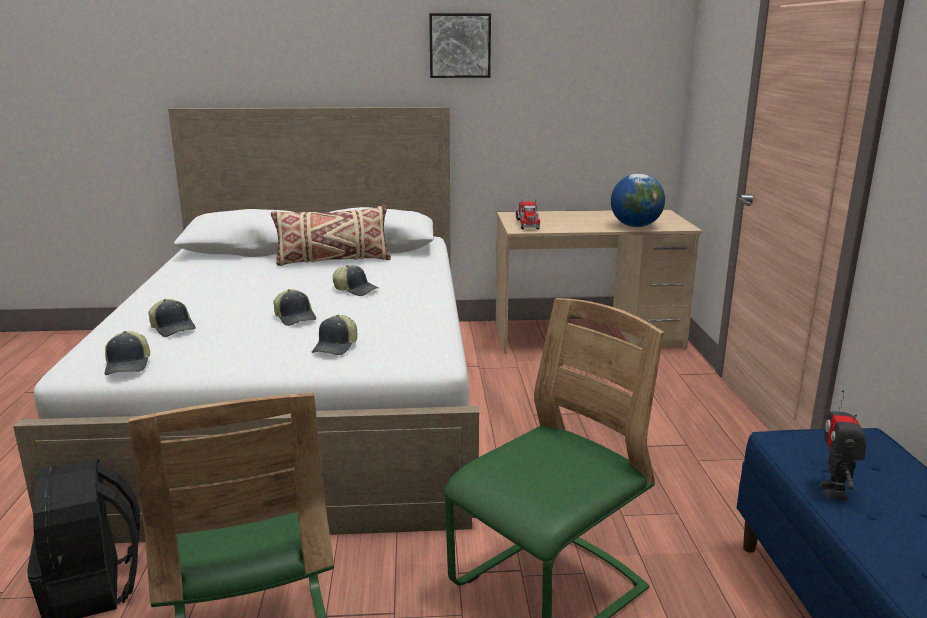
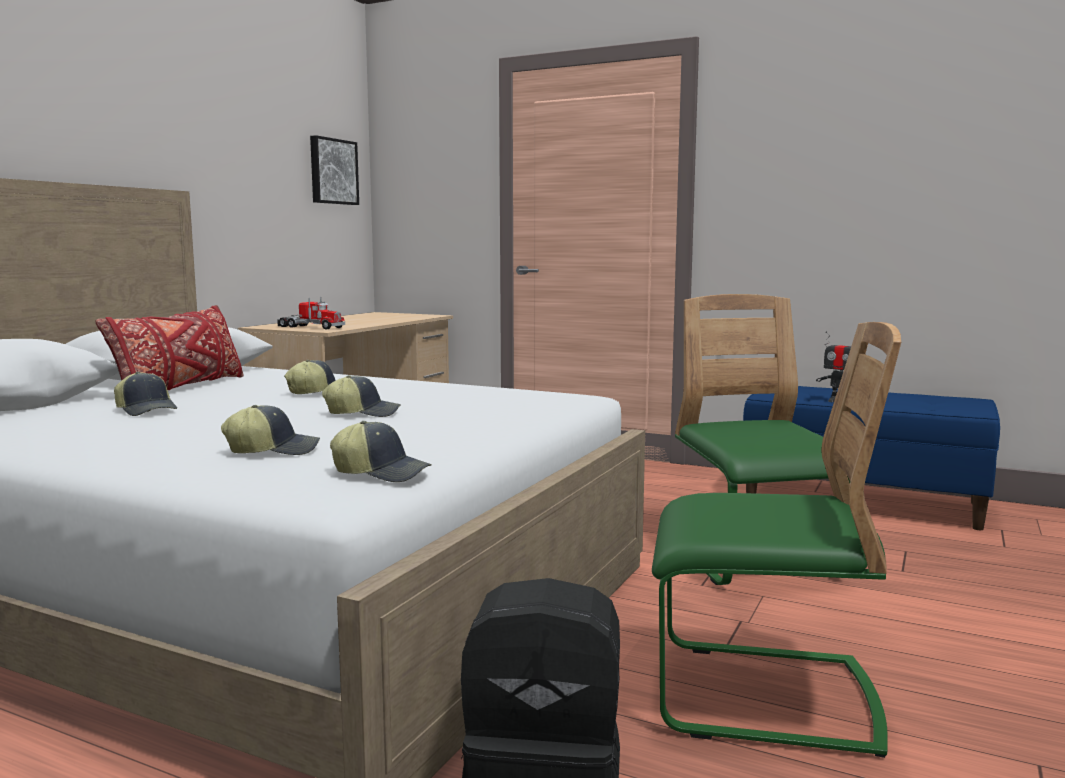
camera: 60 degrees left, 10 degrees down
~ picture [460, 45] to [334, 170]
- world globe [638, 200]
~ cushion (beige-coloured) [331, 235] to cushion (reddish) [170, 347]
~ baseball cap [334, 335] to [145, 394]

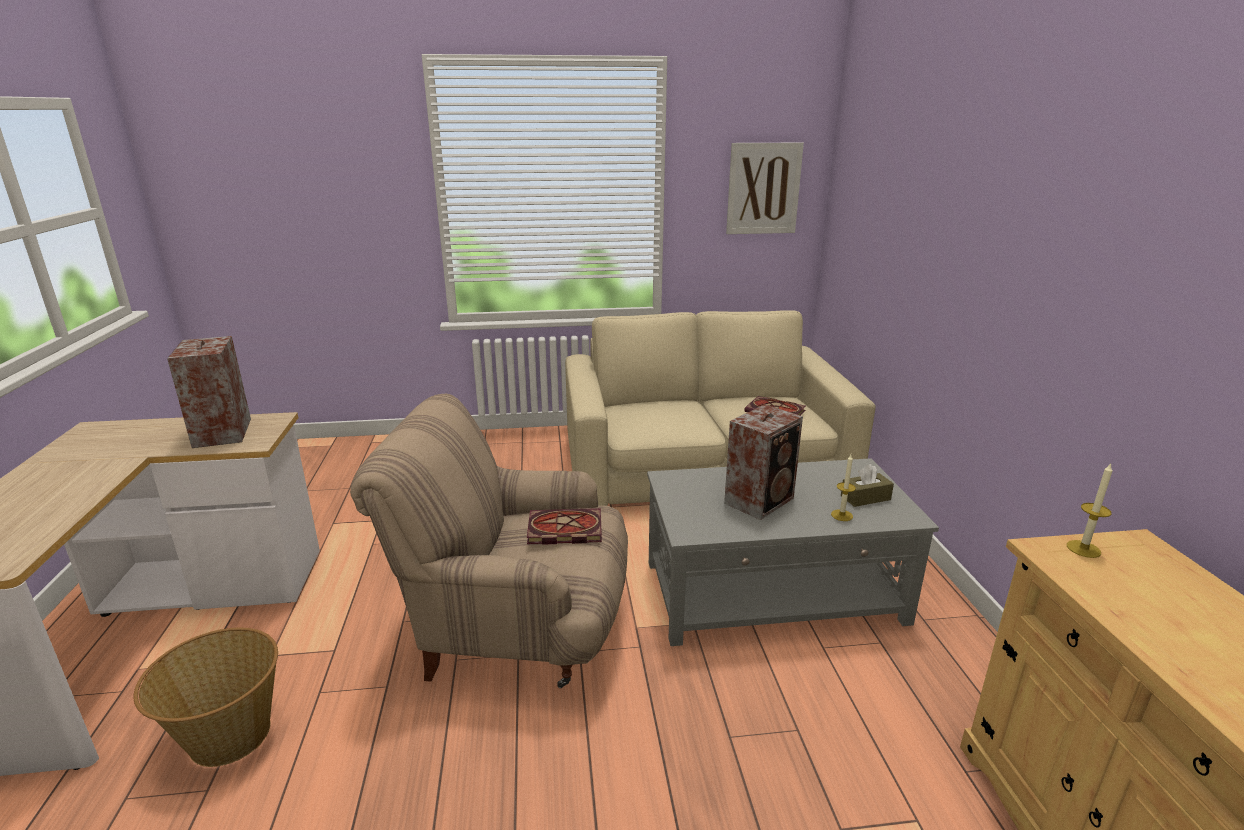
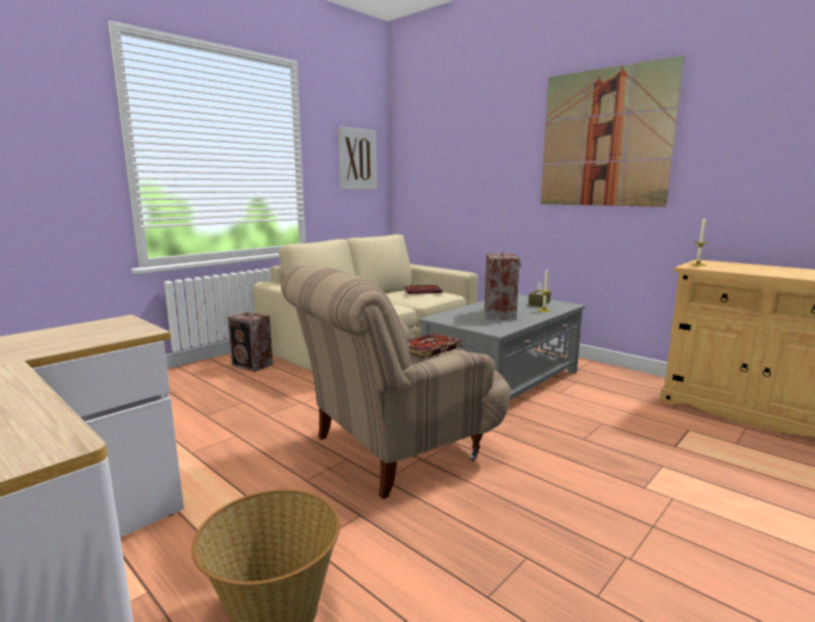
camera: 40 degrees left, 10 degrees down
~ audio speaker [209, 392] to [250, 342]
+ picture [612, 131]

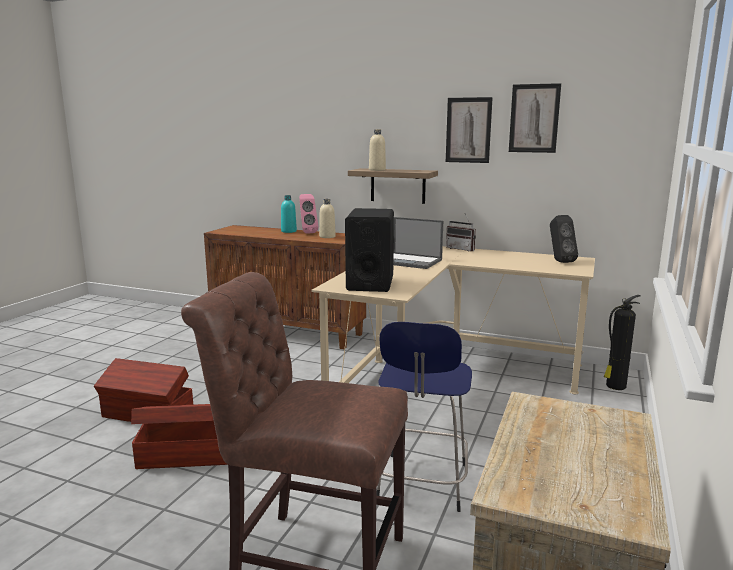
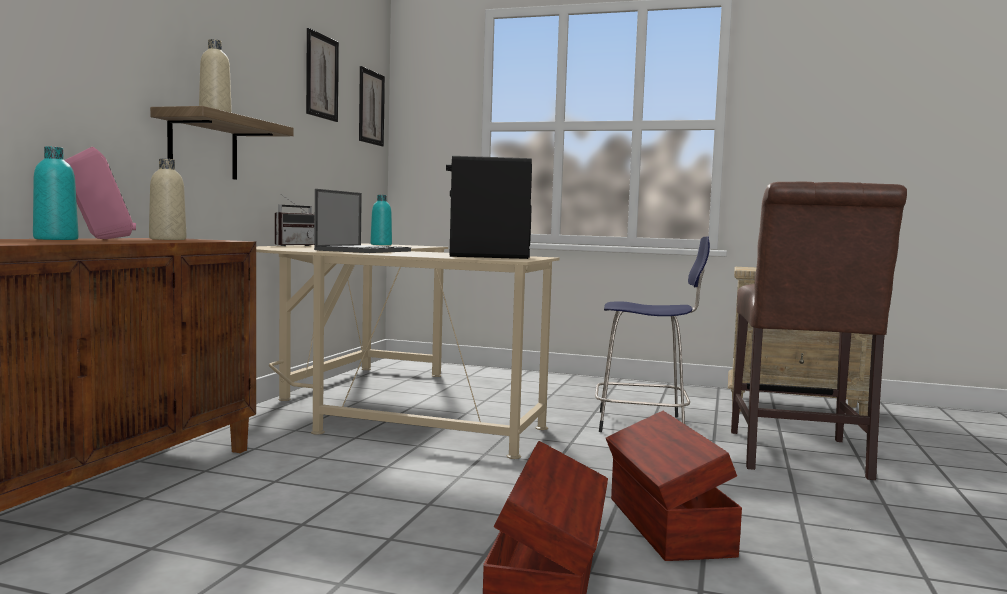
camera: 95 degrees left, 10 degrees down
~ picture [469, 130] to [372, 106]
~ audio speaker (black-coloured) [564, 239] to bottle (turquoise-coloured) [381, 220]
- fire extinguisher [622, 342]

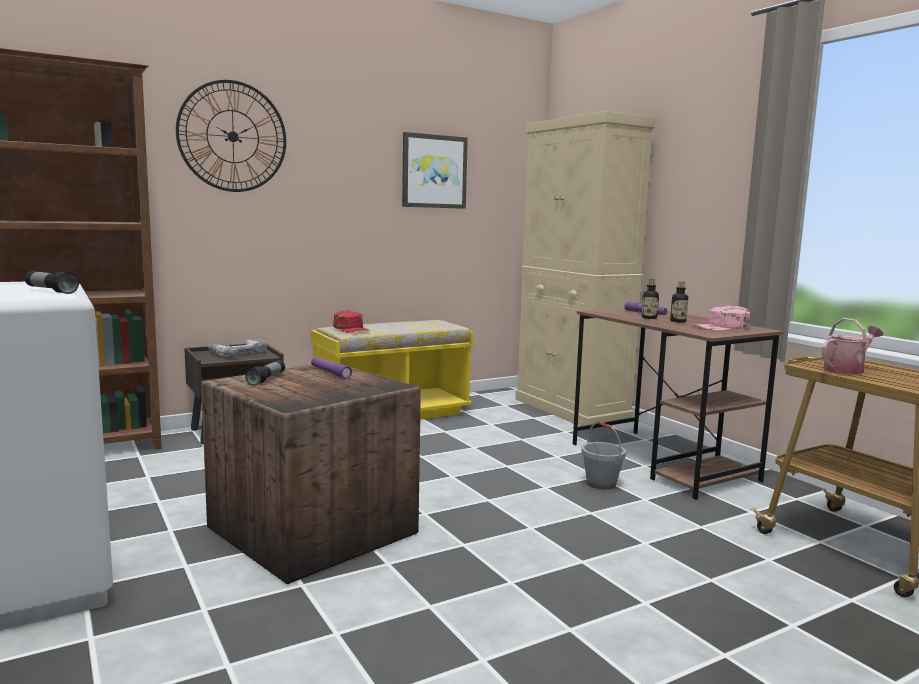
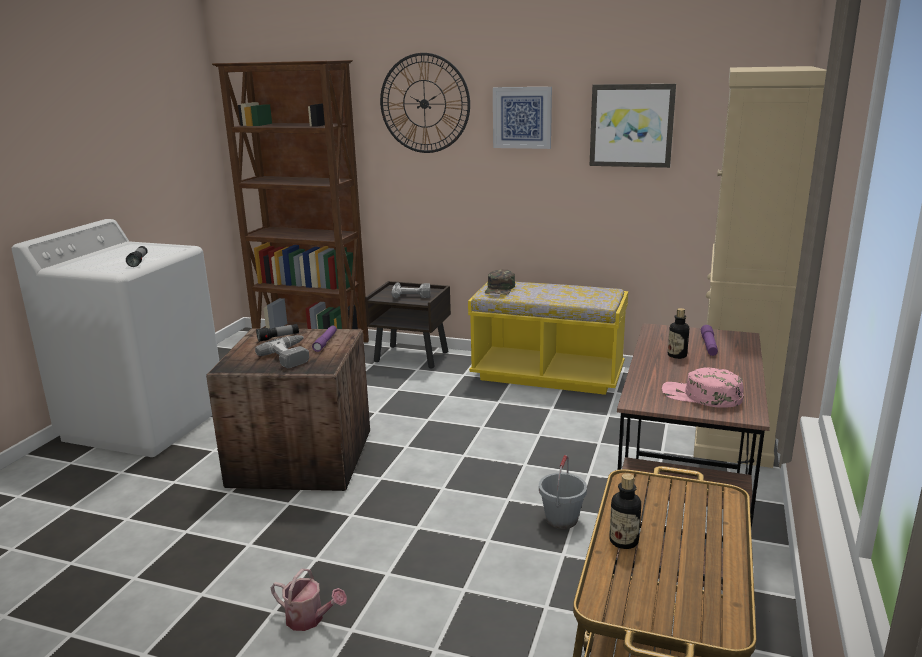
camera: 50 degrees right, 10 degrees up
~ bottle [679, 302] to [625, 511]
~ baseball cap (reddish) [351, 321] to baseball cap (green) [500, 282]
~ watering can [852, 346] to [309, 600]
+ picture [522, 118]
+ power drill [282, 352]

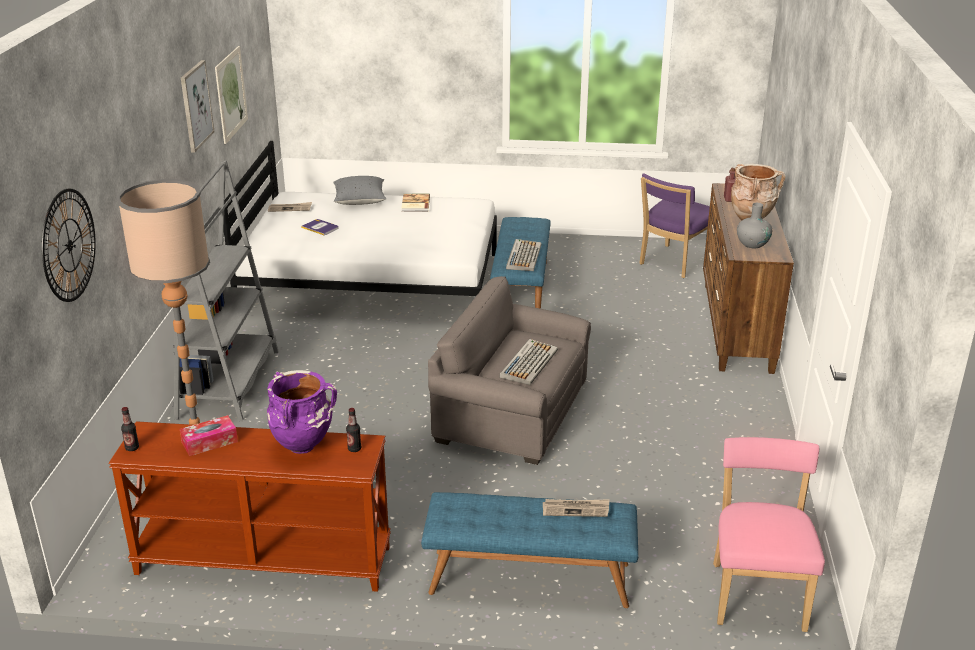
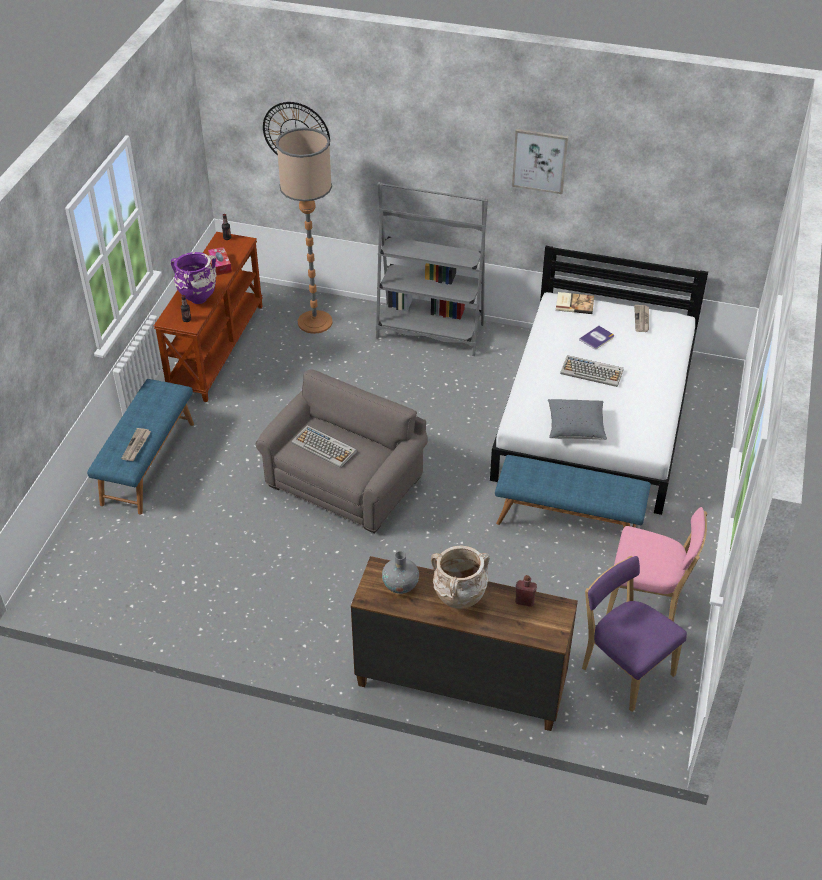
camera: 100 degrees right, 15 degrees up
- picture [231, 95]
~ cushion (gray) [360, 190] to [577, 419]
~ volume [415, 203] to [575, 303]
~ computer keyboard [523, 255] to [592, 371]
~ plain chair (pink) [769, 534] to [656, 564]

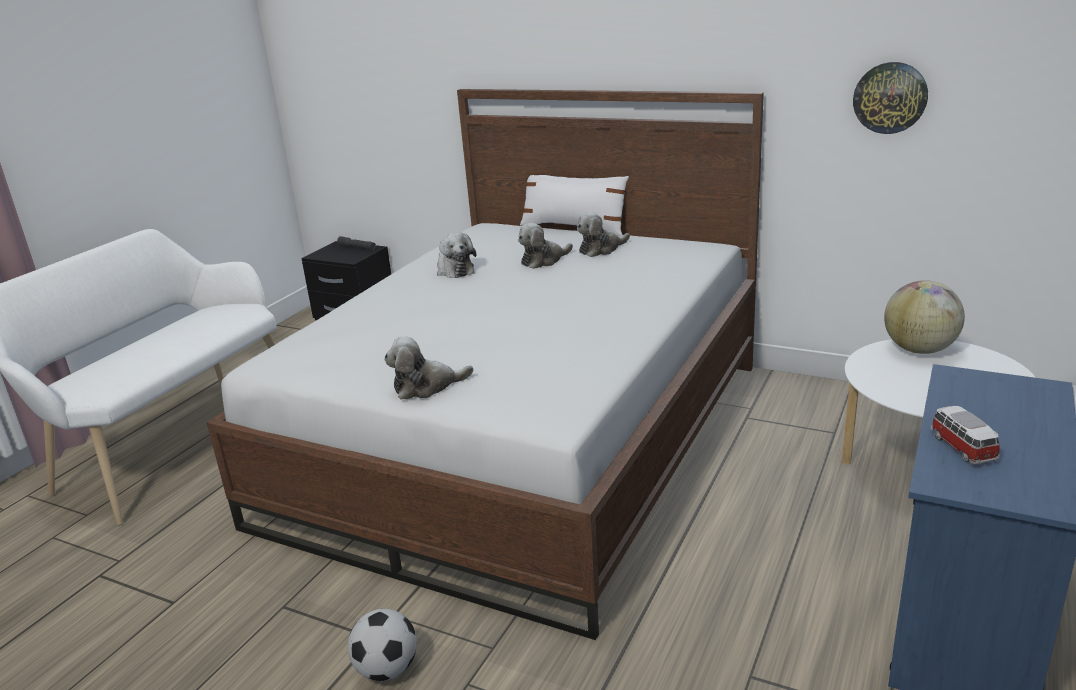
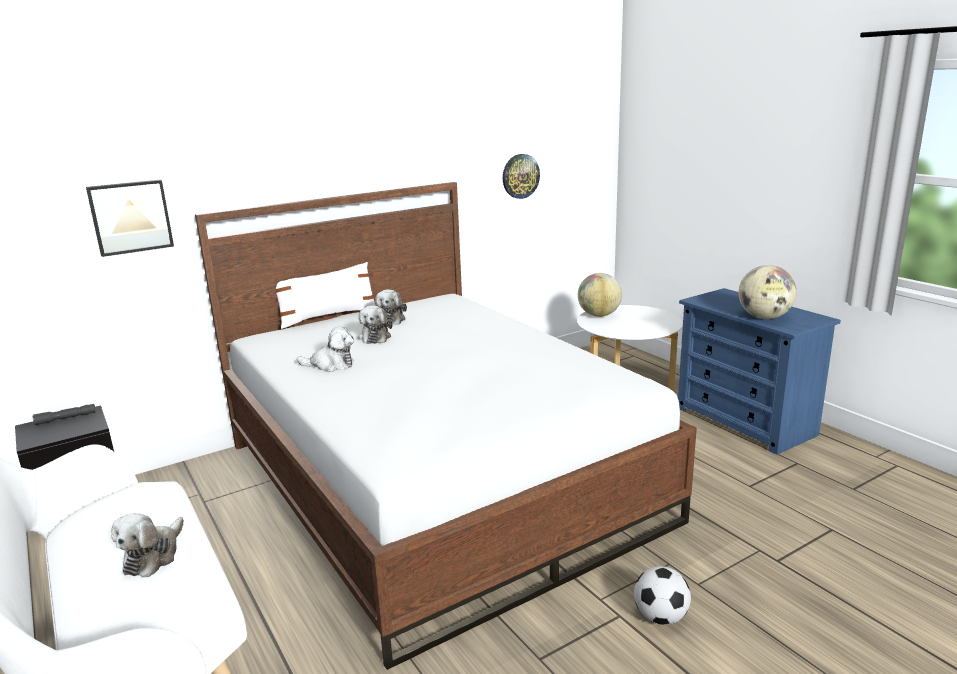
camera: 60 degrees left, 5 degrees down
~ cuddly toy [428, 368] to [147, 545]
~ toy car [965, 435] to world globe [767, 292]
+ picture [130, 218]

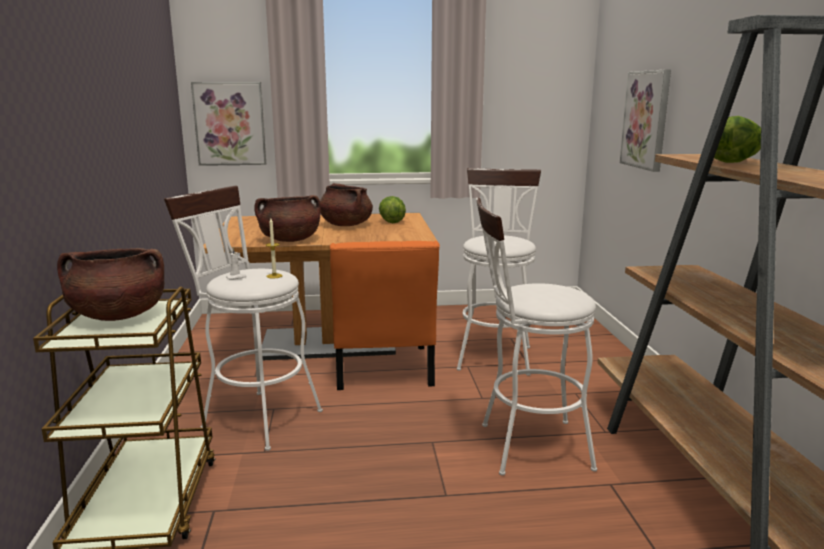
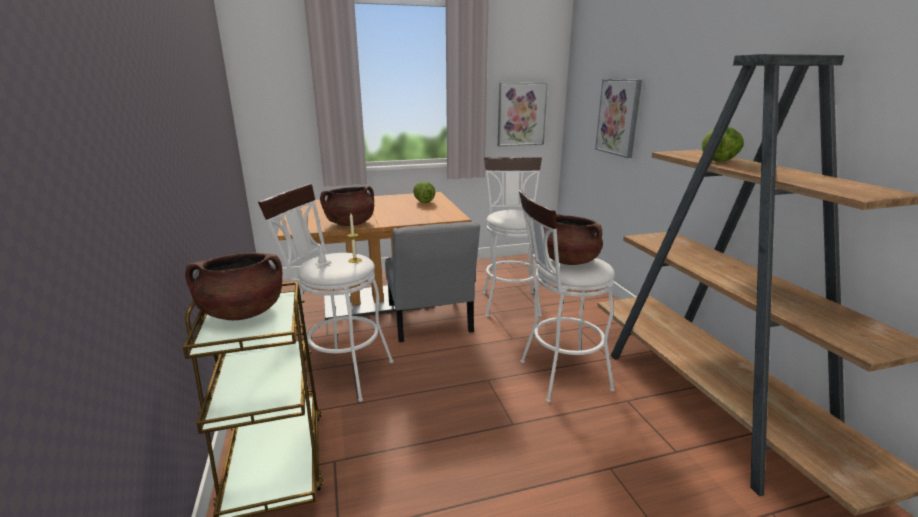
camera: 10 degrees left, 5 degrees up
~ picture [228, 124] to [523, 114]
~ stockpot (brown-coloured) [346, 204] to [573, 239]
~ plain chair (orange) [385, 315] to plain chair (gray) [432, 281]

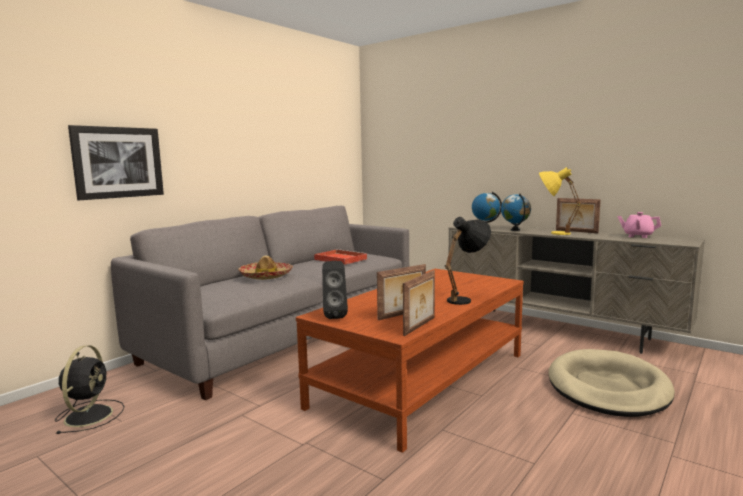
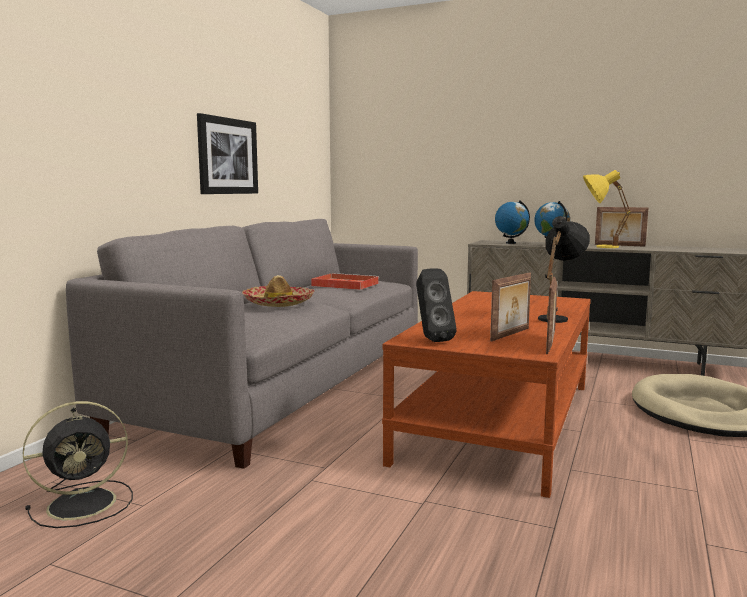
camera: 15 degrees left, 0 degrees up
~ picture [116, 162] to [227, 153]
- pot for tea (pink) [639, 225]
~ cooling fan (black-coloured) [89, 389] = [78, 464] 75 degrees clockwise

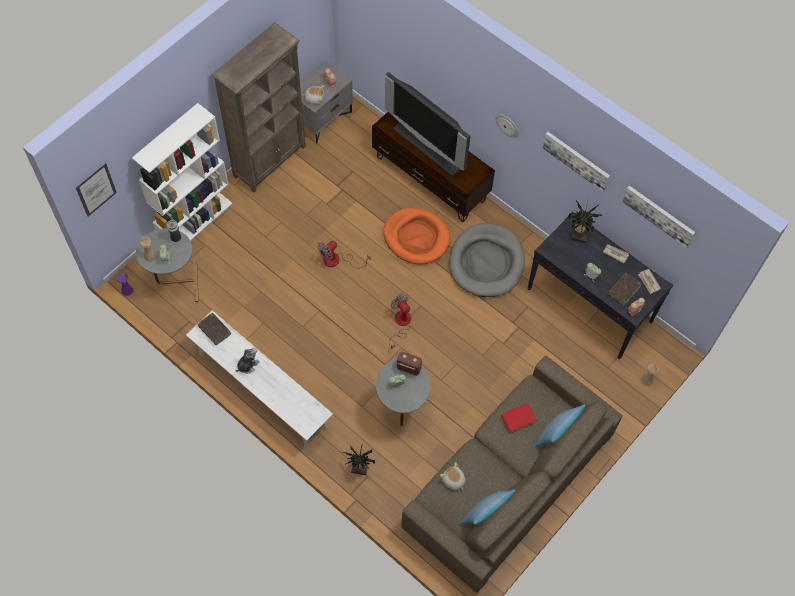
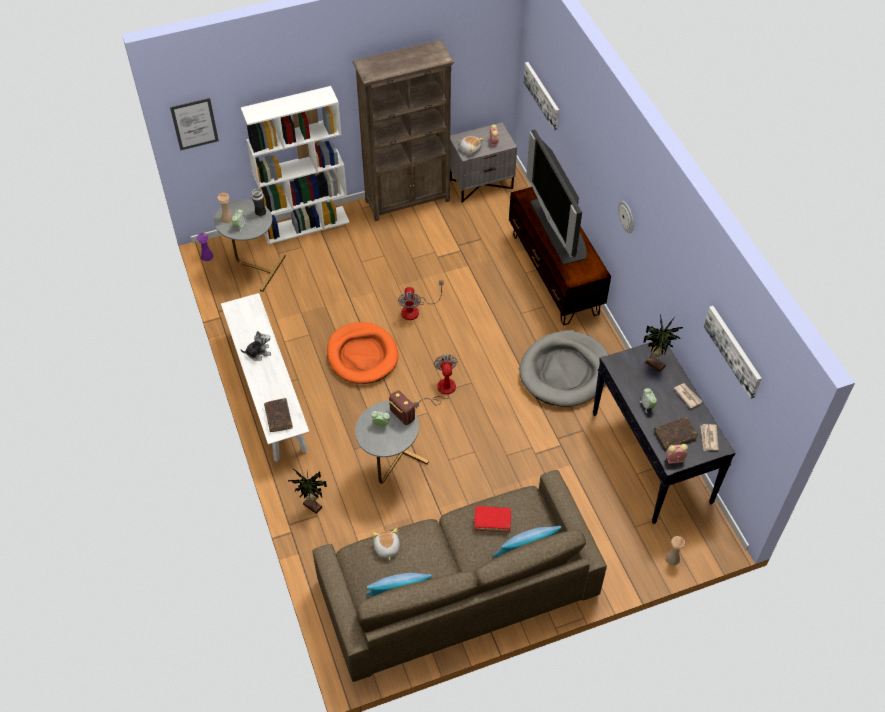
camera: 30 degrees right, 10 degrees down
~ picture [576, 162] to [541, 96]
~ dog bed (orange) [416, 236] to [363, 353]
~ cooling fan [344, 255] = [421, 300] 75 degrees counterclockwise
~ volume (brown-coloured) [214, 329] to [278, 415]

